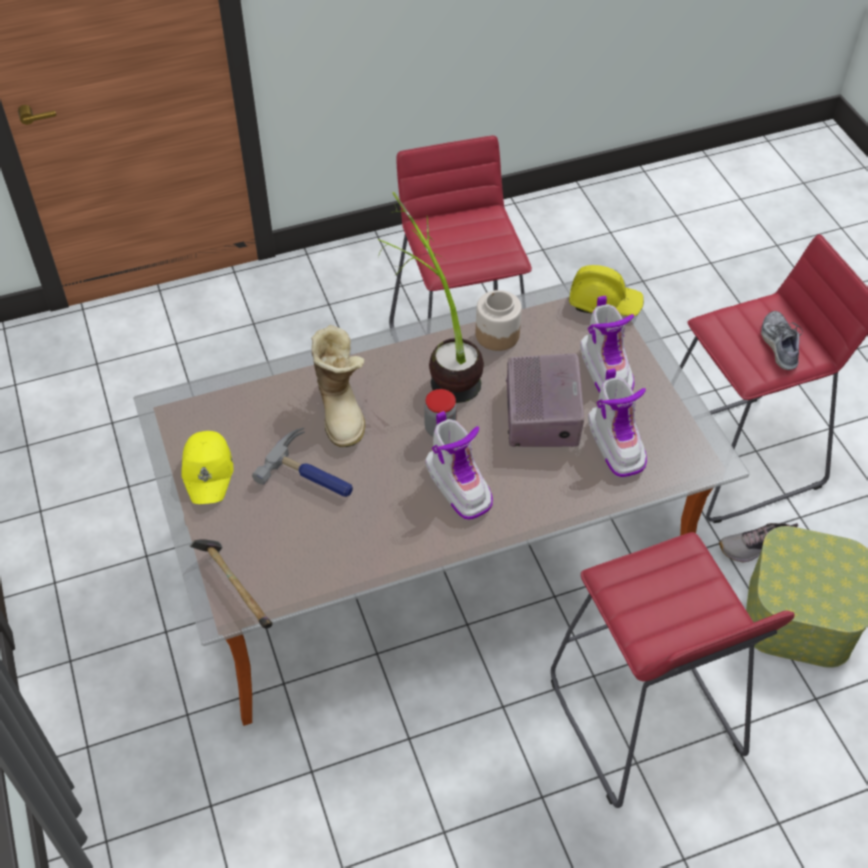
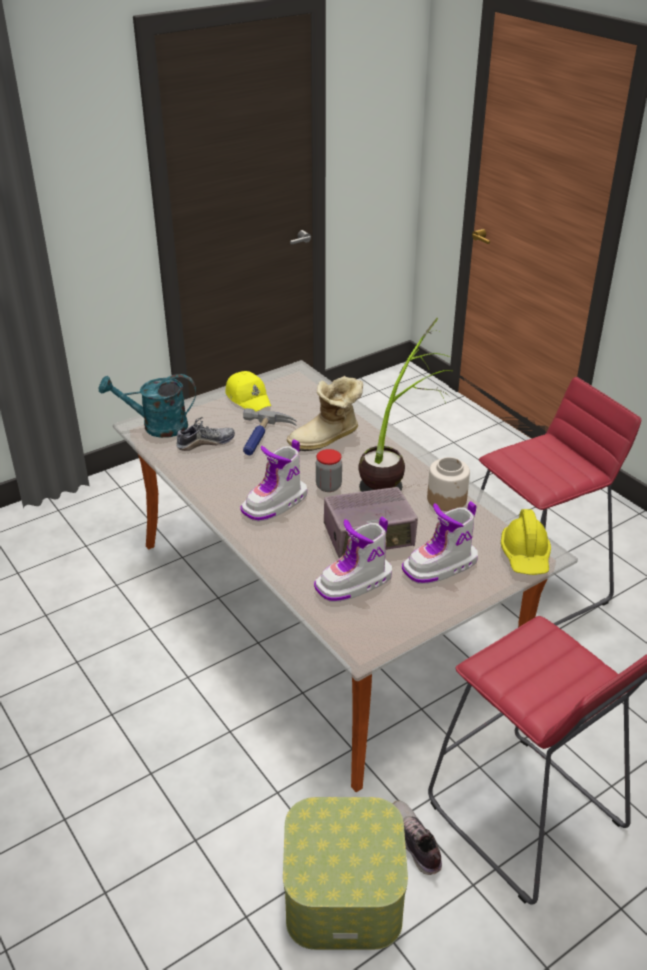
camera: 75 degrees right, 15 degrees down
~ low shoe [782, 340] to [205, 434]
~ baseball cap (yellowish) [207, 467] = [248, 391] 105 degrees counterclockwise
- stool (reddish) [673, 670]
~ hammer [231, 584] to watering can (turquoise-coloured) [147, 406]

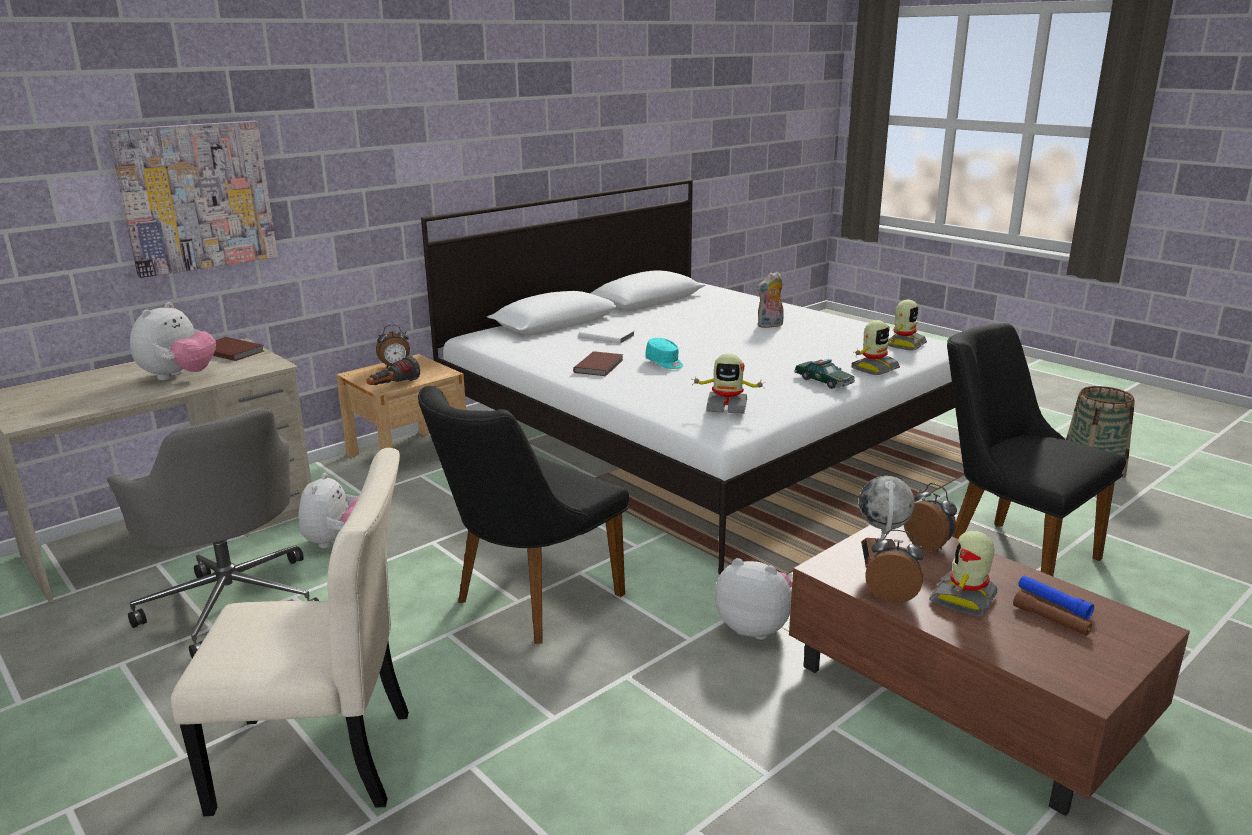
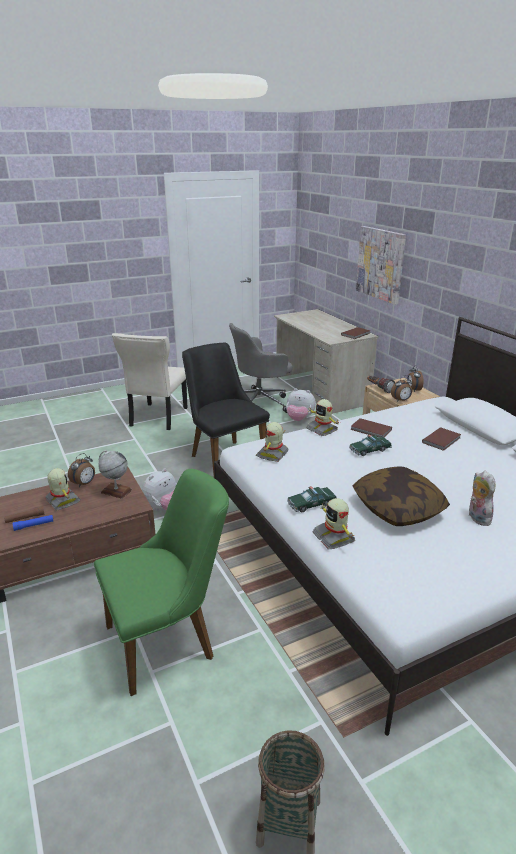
camera: 105 degrees right, 5 degrees up
~ robot figure [907, 325] to [322, 417]
- cuddly toy [173, 341]
~ plain chair (black-coloured) [1036, 449] to plain chair (green) [161, 582]
~ volume (whitish) [607, 334] to volume (brown-coloured) [441, 439]
~ baseball cap (turquoise-coloured) [664, 353] to toy car [370, 445]
~ alarm clock [930, 517] to [402, 388]
+ cushion [401, 496]

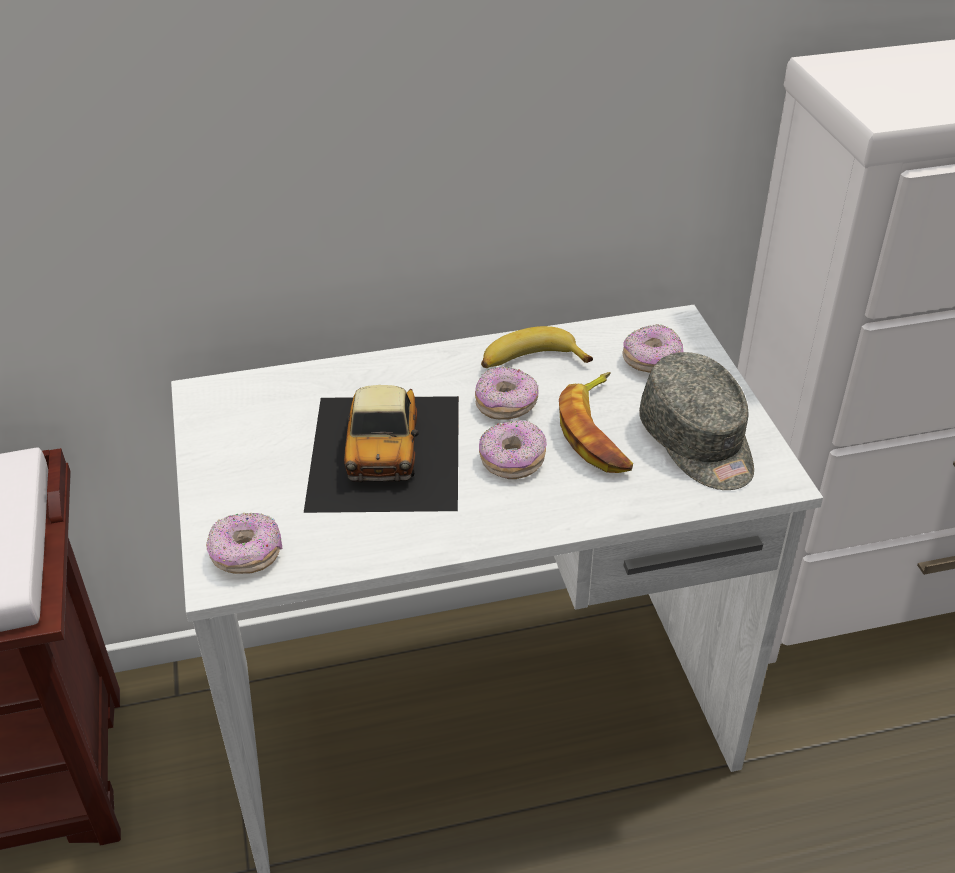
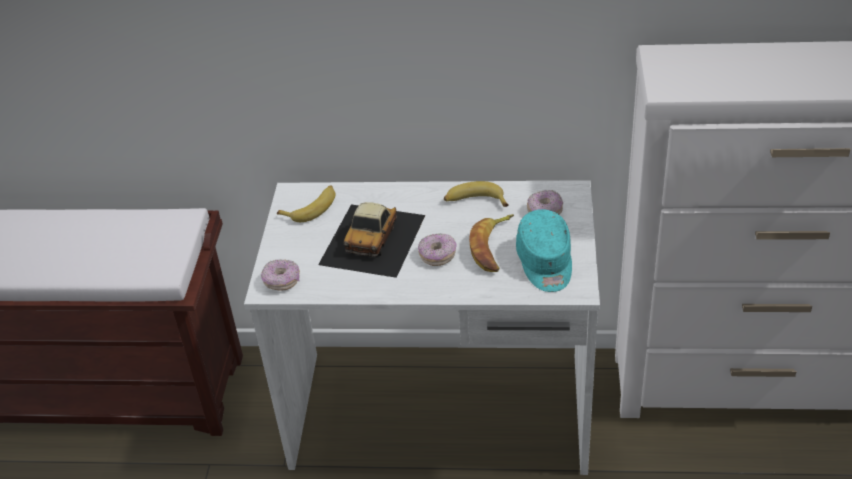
camera: 20 degrees right, 0 degrees up
~ baseball cap (gray) [696, 421] to baseball cap (turquoise-coloured) [544, 250]
- donut [507, 393]
+ whole banana [306, 203]

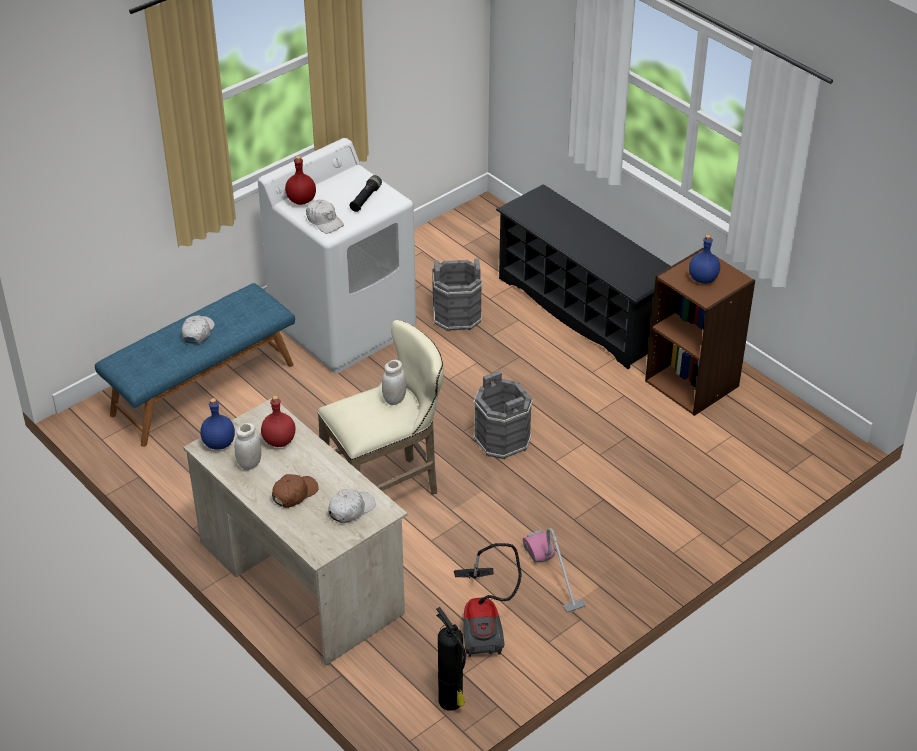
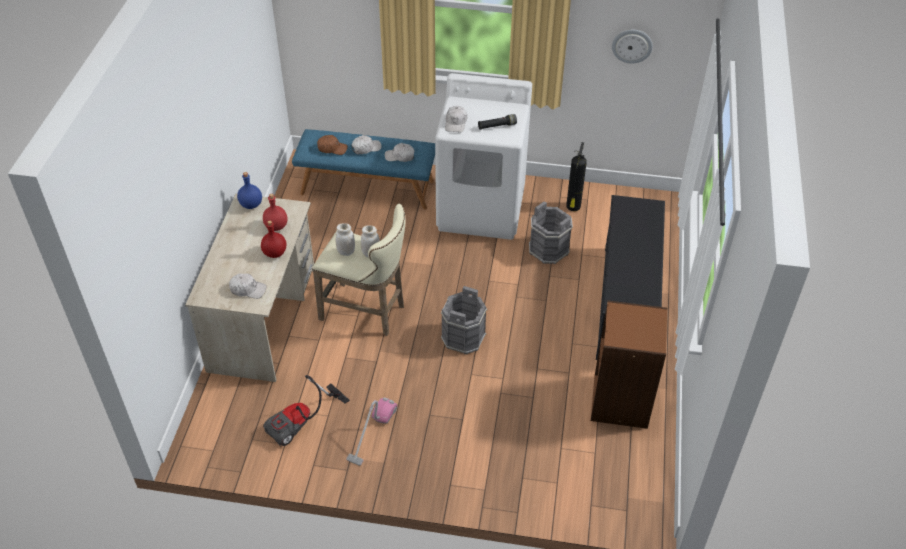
camera: 50 degrees right, 5 degrees up
~ bottle (reddish) [300, 180] to [273, 239]
- bottle (blue) [704, 259]
~ storage jar (whitish) [248, 446] to [345, 239]
~ baseball cap (brown-coloured) [295, 491] to [332, 145]
~ fire extinguisher [451, 659] to [576, 176]
+ hanging clock [632, 46]
+ baseball cap (whitish) [399, 152]

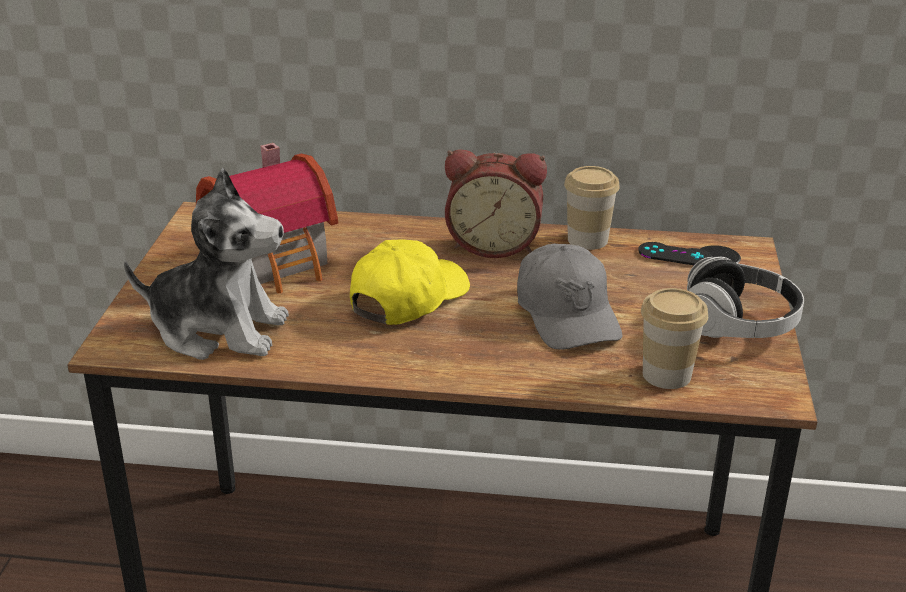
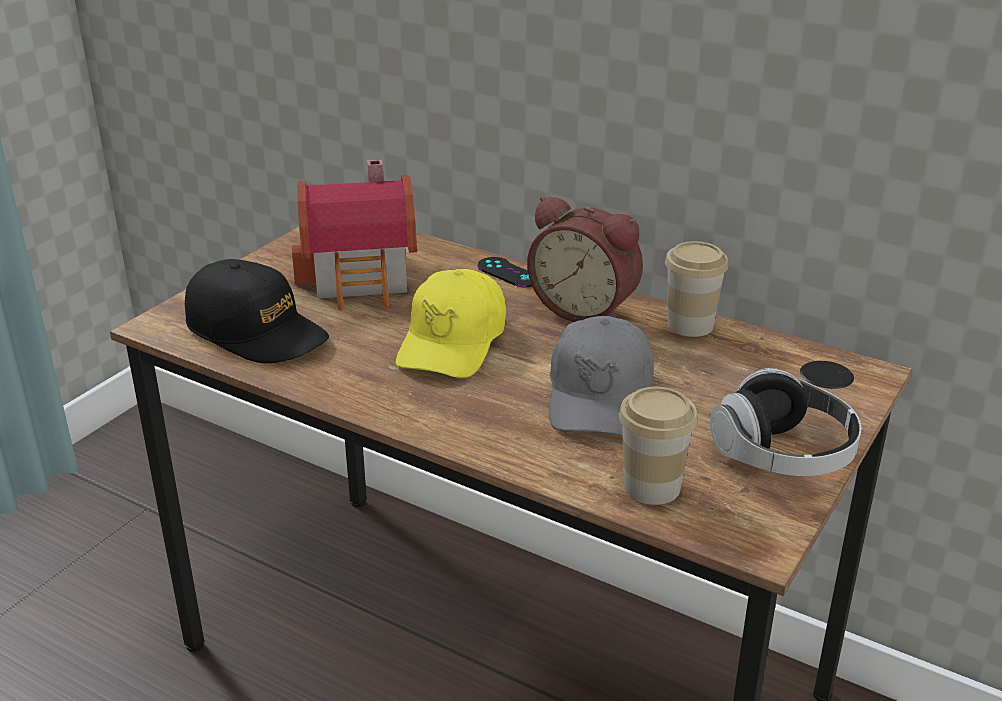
camera: 25 degrees right, 0 degrees up
~ cuddly toy [206, 264] to baseball cap (black-coloured) [257, 311]
~ baseball cap (yellowish) [410, 282] = [451, 323] 135 degrees clockwise
~ game controller (black-coloured) [675, 253] to [504, 272]

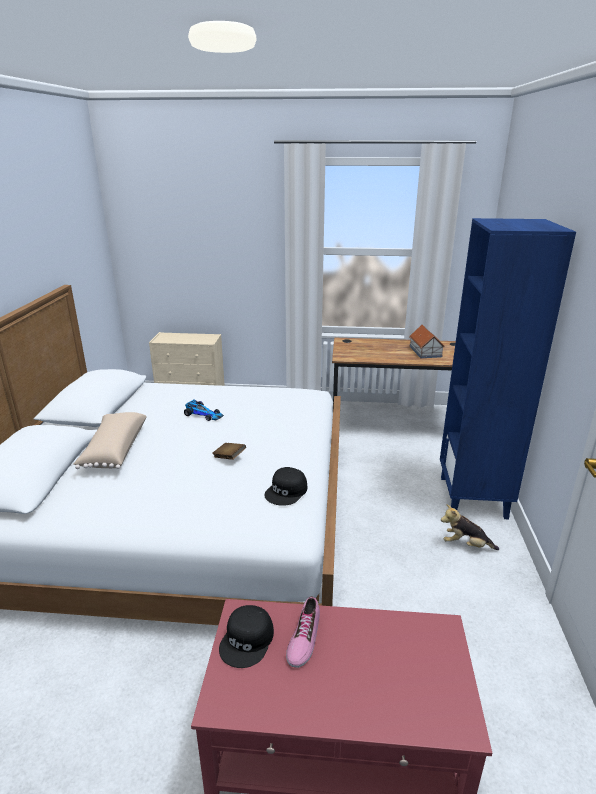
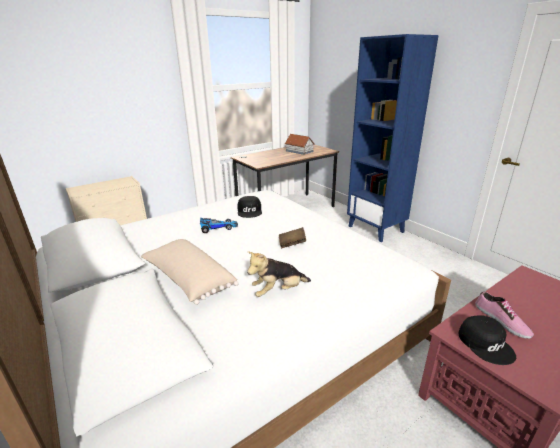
camera: 40 degrees left, 0 degrees up
~ baseball cap (black-coloured) [285, 486] to [249, 207]
~ cuddly toy [470, 527] to [279, 274]

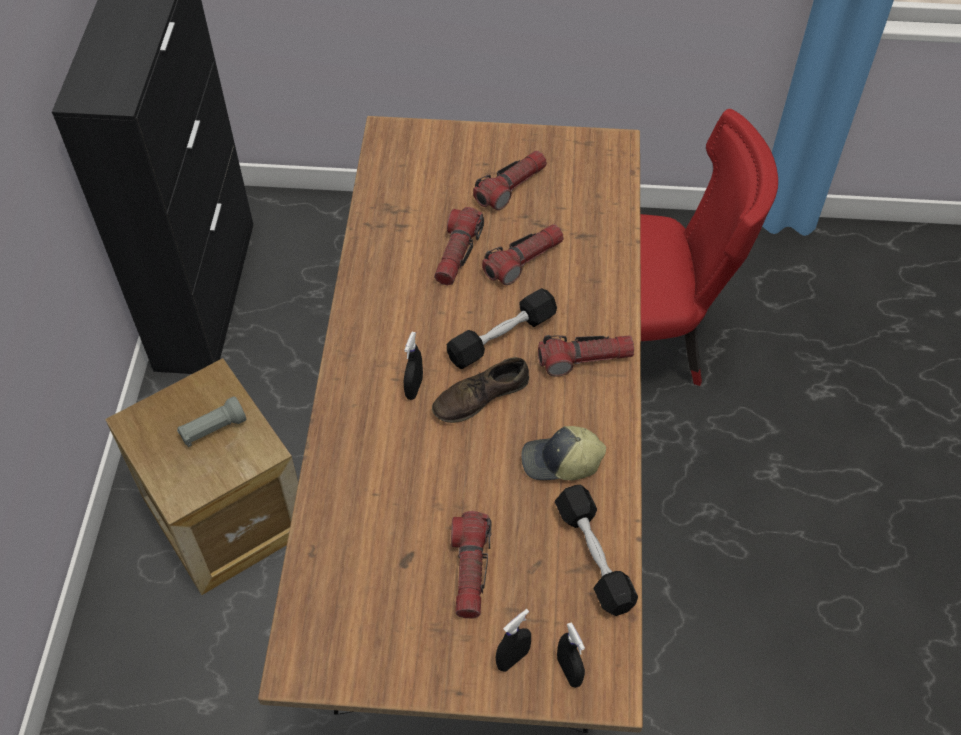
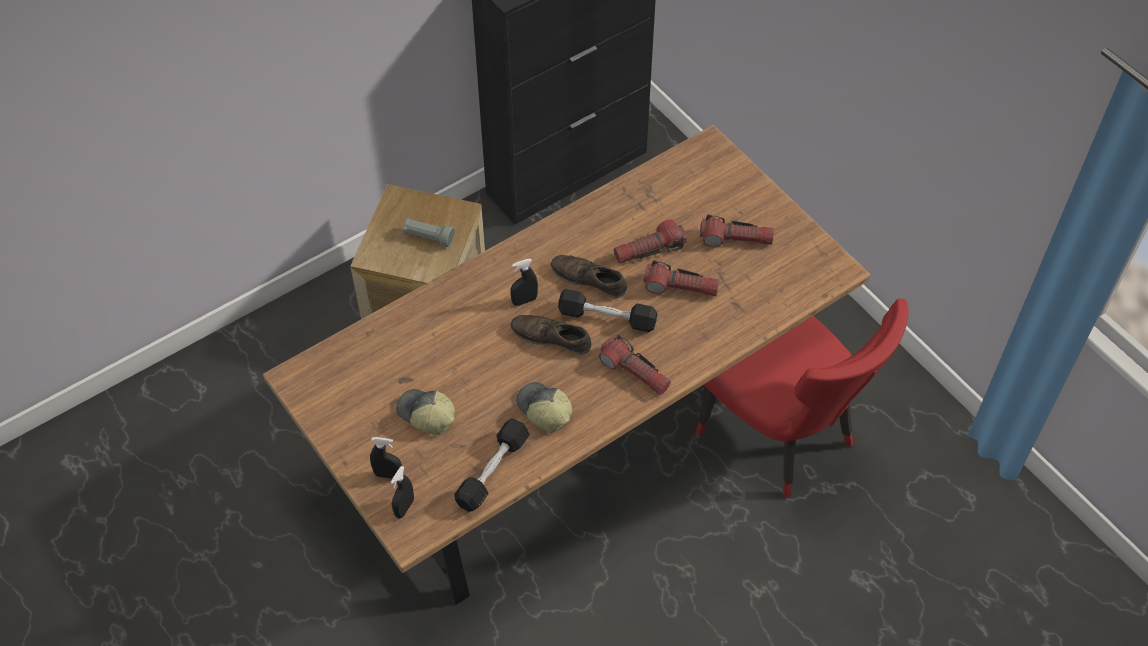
camera: 50 degrees right, 0 degrees up
~ flashlight [471, 565] to baseball cap [425, 412]
+ low shoe (brown-coloured) [589, 276]

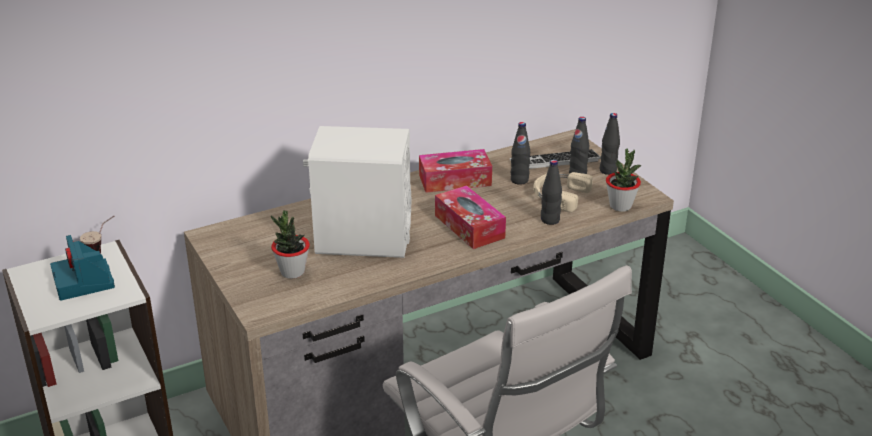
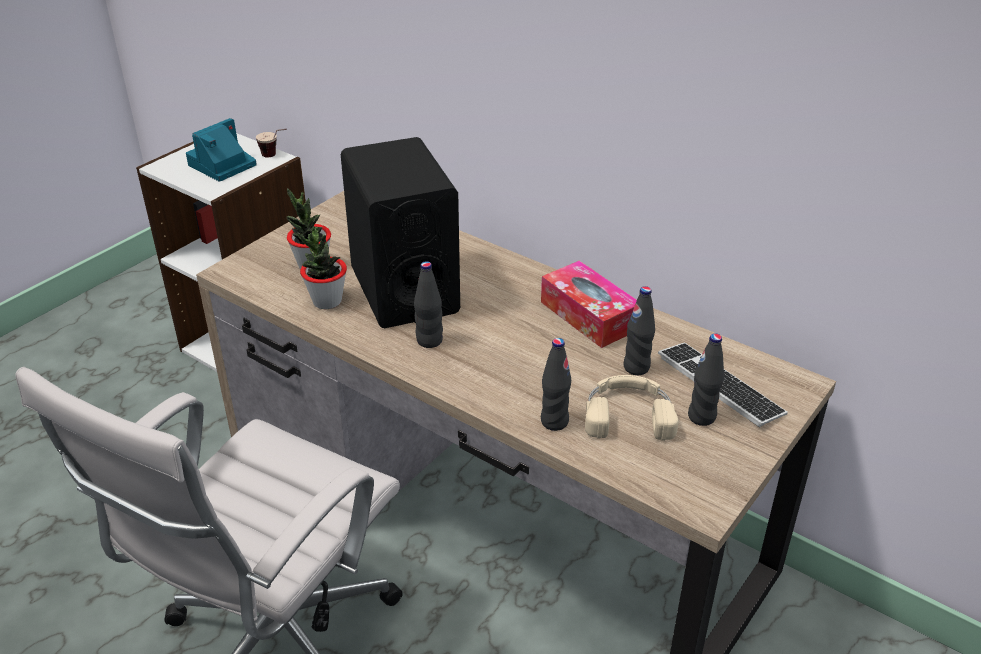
camera: 65 degrees right, 5 degrees up
~ bottle (black-coloured) [610, 144] to [428, 304]
~ audio speaker (whitish) [357, 192] to audio speaker (black-coloured) [400, 232]
~ plant in a pot [623, 180] to [322, 268]
- tissue holder [470, 217]

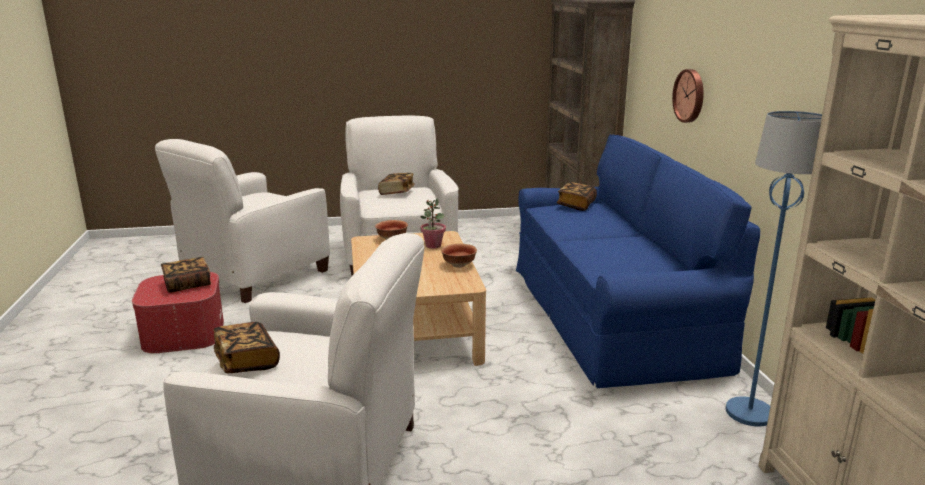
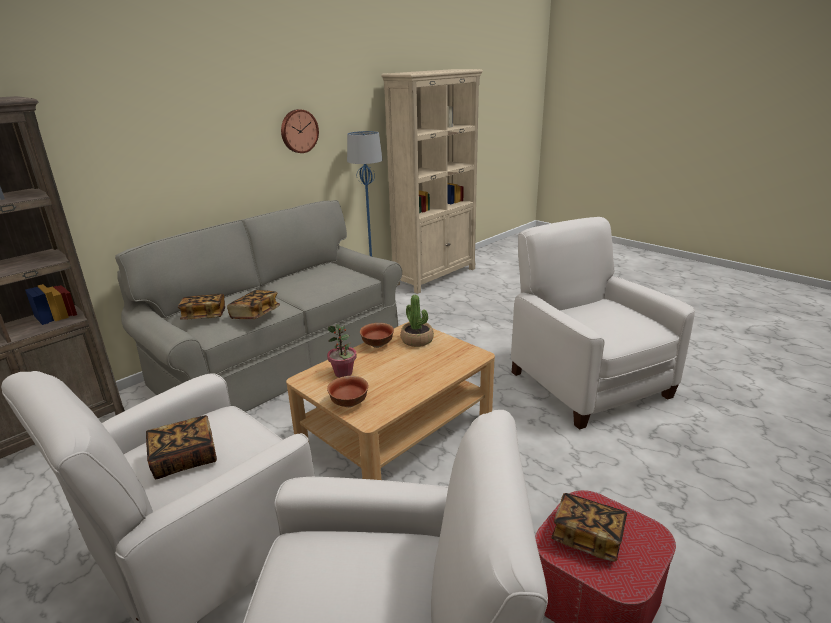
camera: 125 degrees left, 5 degrees up
~ hanging clock [688, 96] to [300, 131]
~ settee (blue) [638, 261] to settee (gray) [258, 306]
~ volume [247, 347] to [253, 304]
+ plant in a pot [417, 321]

